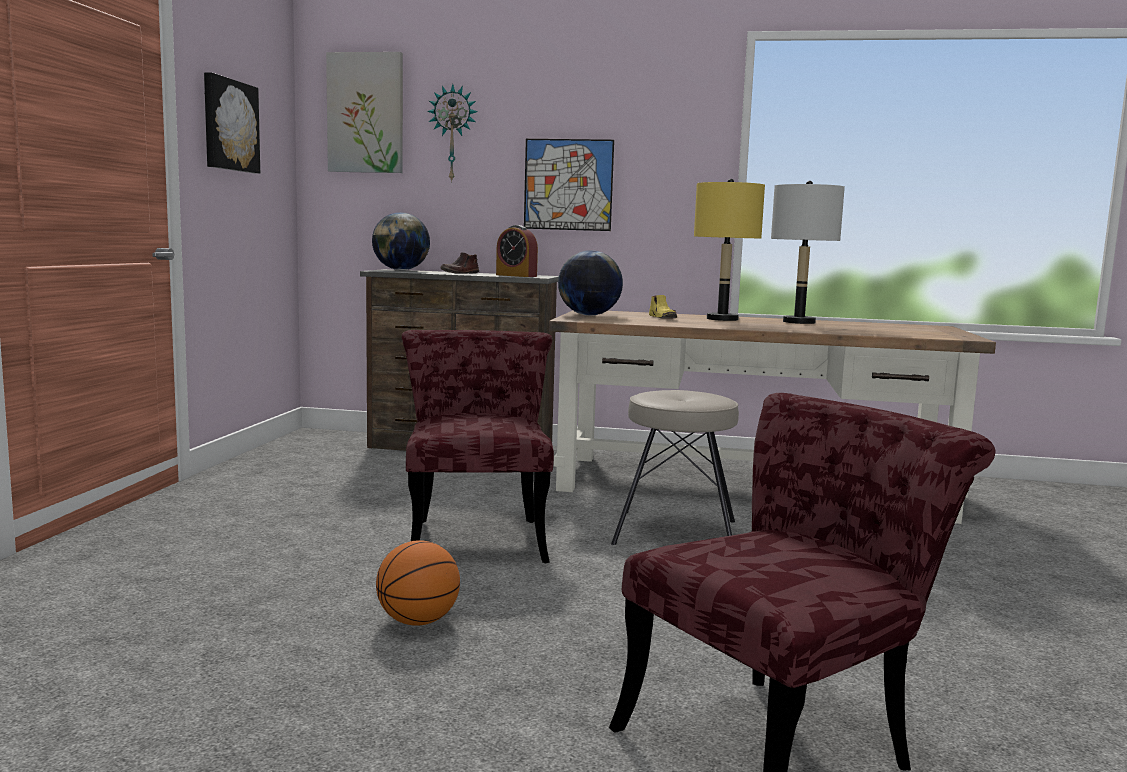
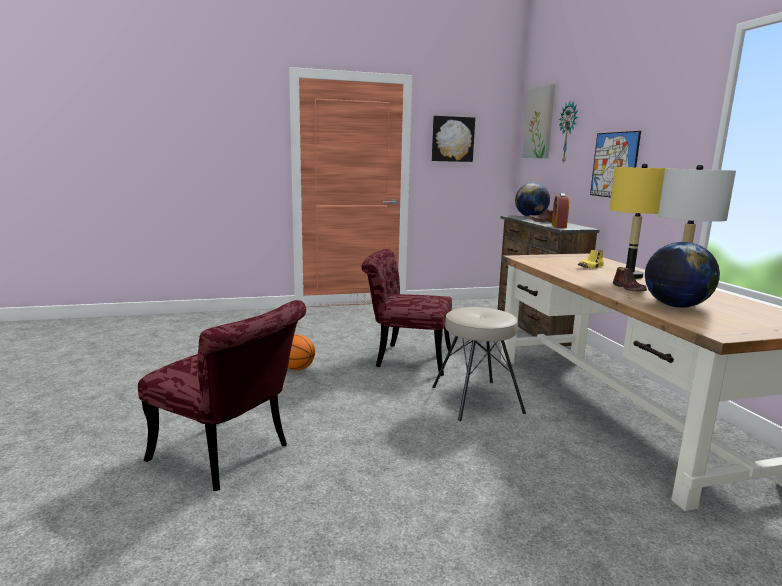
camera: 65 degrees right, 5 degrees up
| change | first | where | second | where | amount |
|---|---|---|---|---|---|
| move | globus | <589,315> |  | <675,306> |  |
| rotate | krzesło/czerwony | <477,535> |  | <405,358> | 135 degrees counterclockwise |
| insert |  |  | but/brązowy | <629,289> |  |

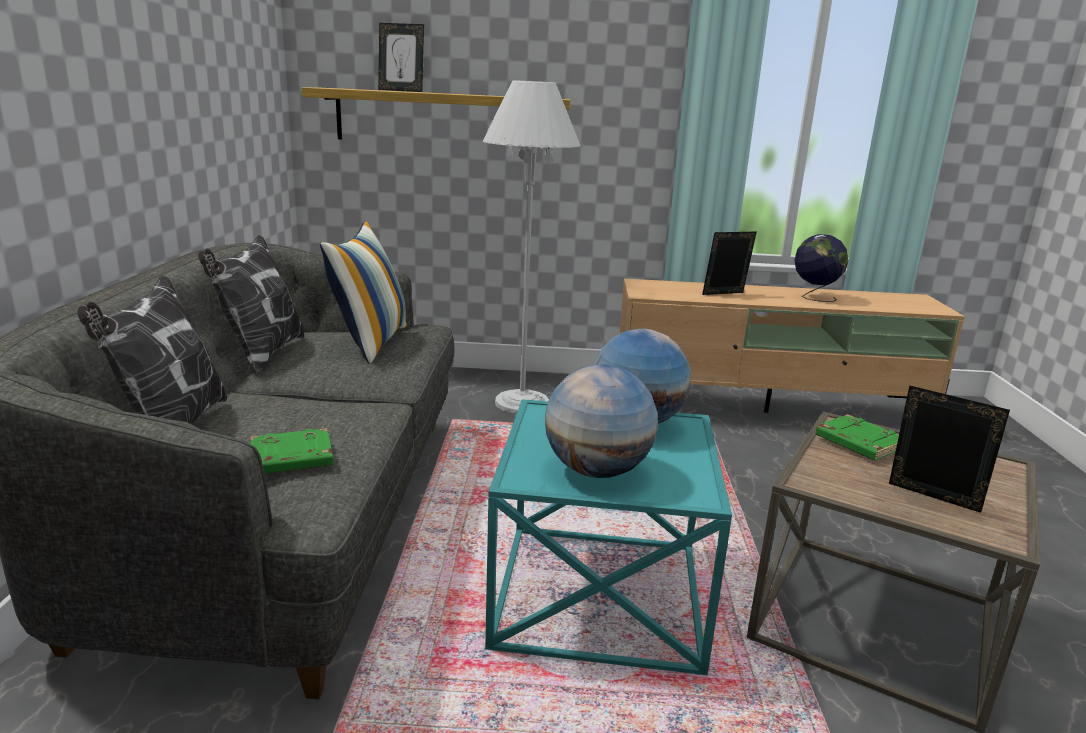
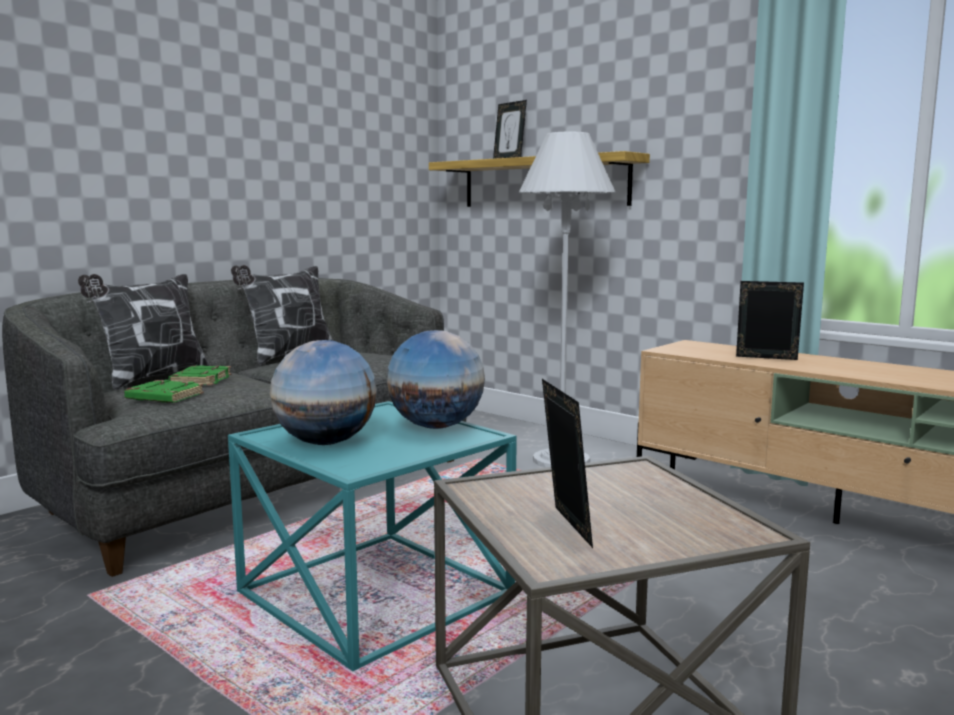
camera: 40 degrees right, 10 degrees down
| change | first | where | second | where | amount |
|---|---|---|---|---|---|
| delete | poduszka | <370,342> |  |  |  |
| delete | globus | <814,297> |  |  |  |
| move | książka/zielony | <857,443> |  | <200,380> |  |

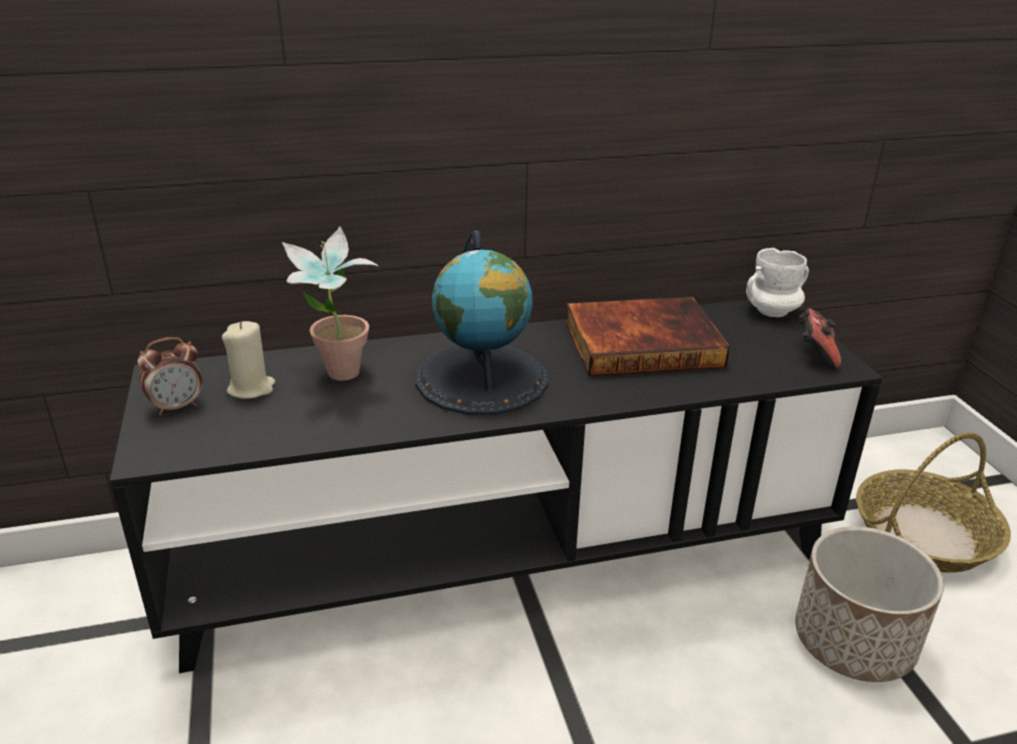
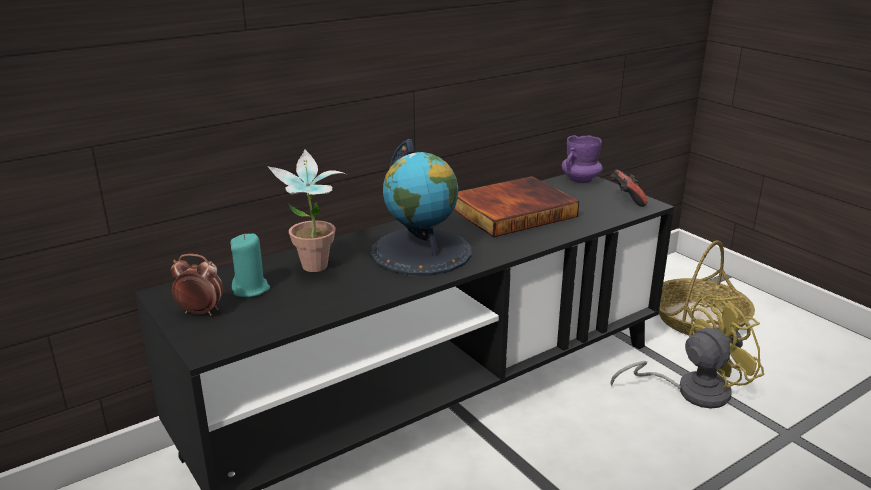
camera: 20 degrees left, 5 degrees down
| change | first | where | second | where | amount |
|---|---|---|---|---|---|
| recolor | kubek/biały | <772,311> | kubek/fioletowy | <580,179> |  |
| recolor | świeca/beżowy | <251,388> | świeca/turkusowy | <251,289> |  |
| rotate | budzik | <177,407> |  | <200,312> | 120 degrees counterclockwise |
| replace | donica | <852,641> | wentylator/żółty | <691,391> |  |

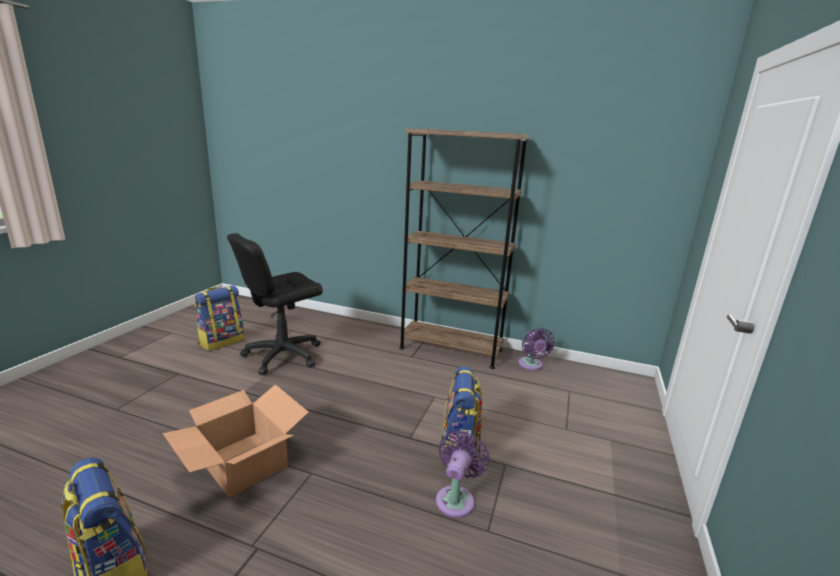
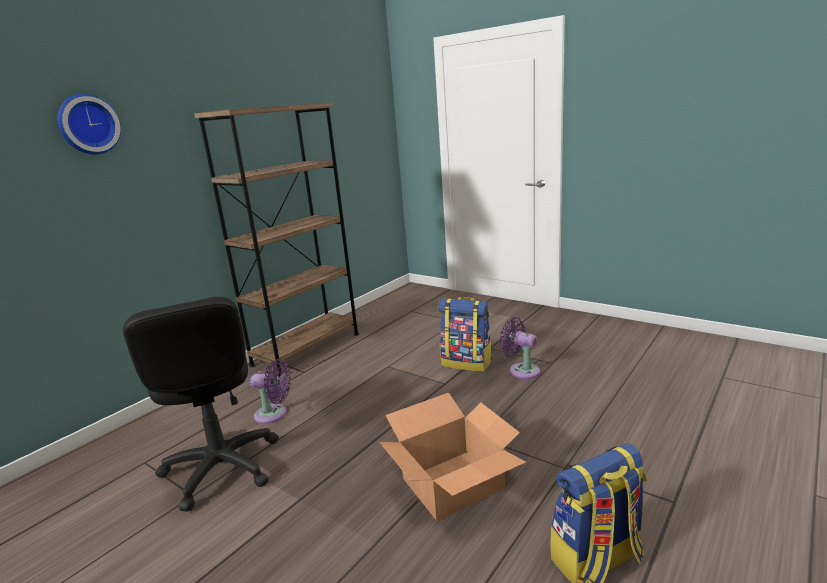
camera: 70 degrees left, 0 degrees up
| change | first | where | second | where | amount |
|---|---|---|---|---|---|
| delete | plecak | <222,341> |  |  |  |
| move | wentylator/fioletowy | <531,365> |  | <274,414> |  |
| insert |  |  | zegar ścienny | <88,124> |  |

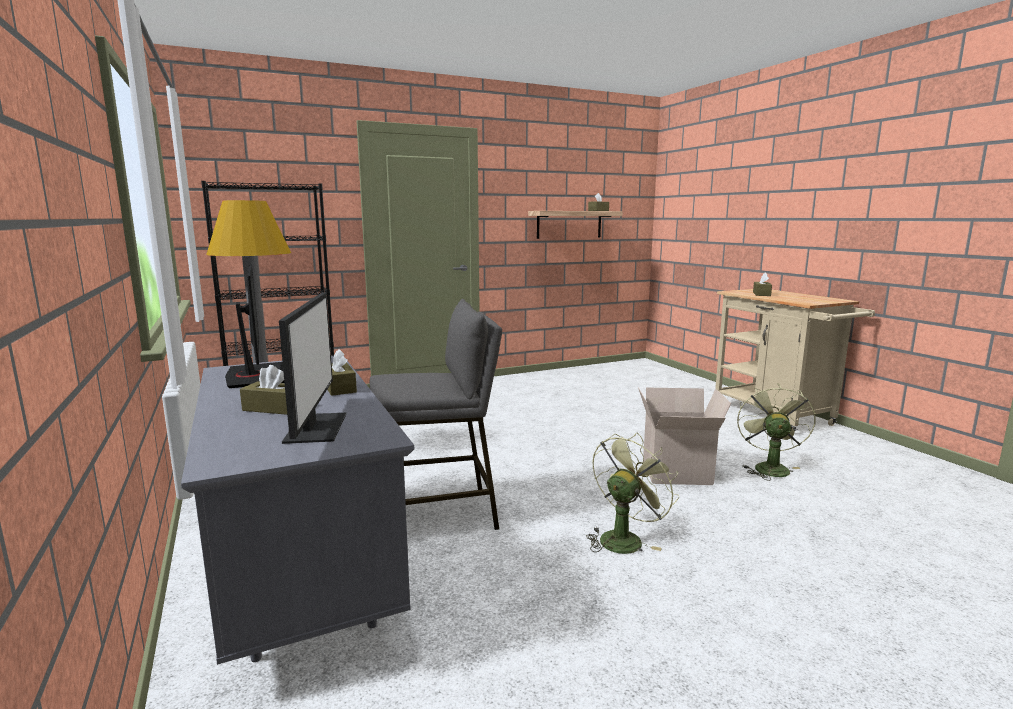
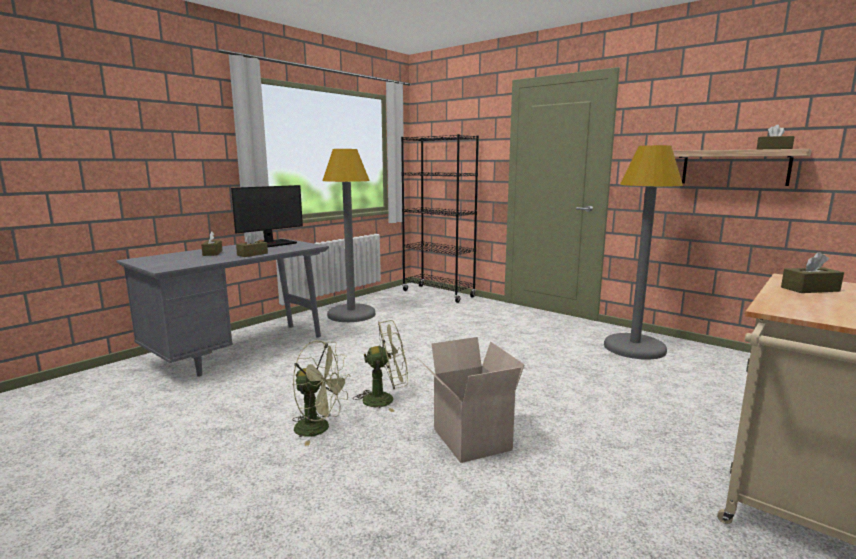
camera: 65 degrees right, 0 degrees up
| change | first | where | second | where | amount |
|---|---|---|---|---|---|
| delete | monitor | <314,427> |  |  |  |
| delete | stołek/szary | <437,514> |  |  |  |
| move | wentylator/zielony | <769,467> |  | <385,399> |  |
| insert |  |  | lampa stojąca/szary | <634,348> |  |

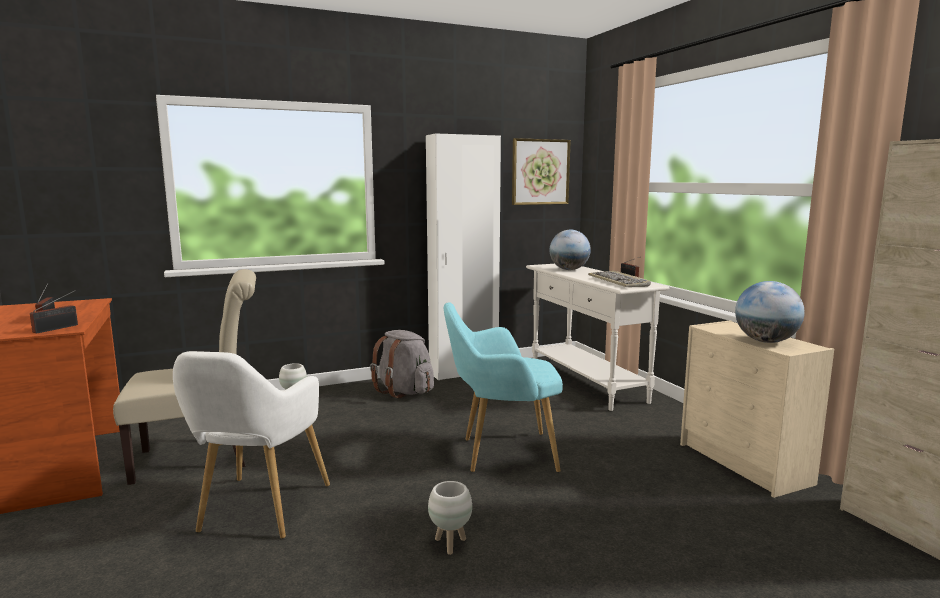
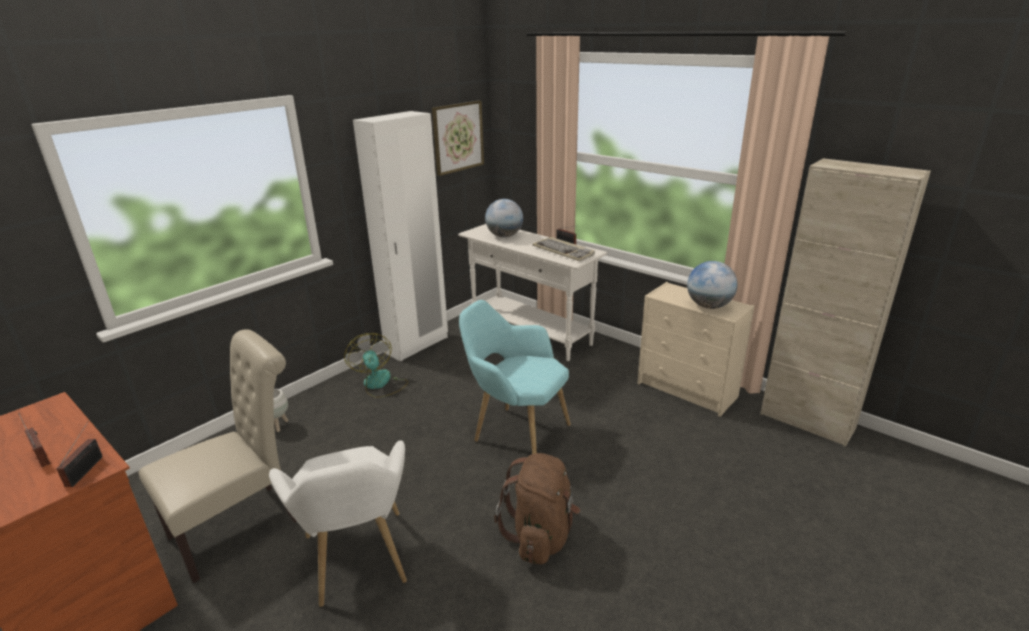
camera: 25 degrees left, 15 degrees up
| change | first | where | second | where | amount |
|---|---|---|---|---|---|
| rotate | fotel/turkusowy | <501,453> |  | <516,432> | 60 degrees clockwise |
| replace | plecak/szary | <404,392> | wentylator | <380,384> |  |
| replace | donica/biały | <450,544> | plecak/brązowy | <541,535> |  |

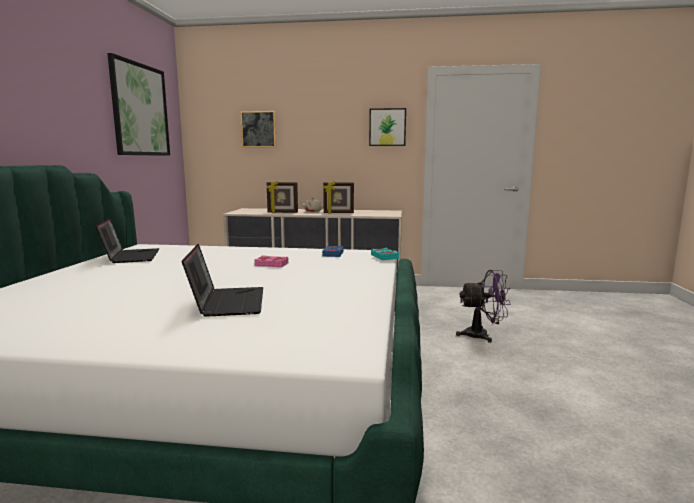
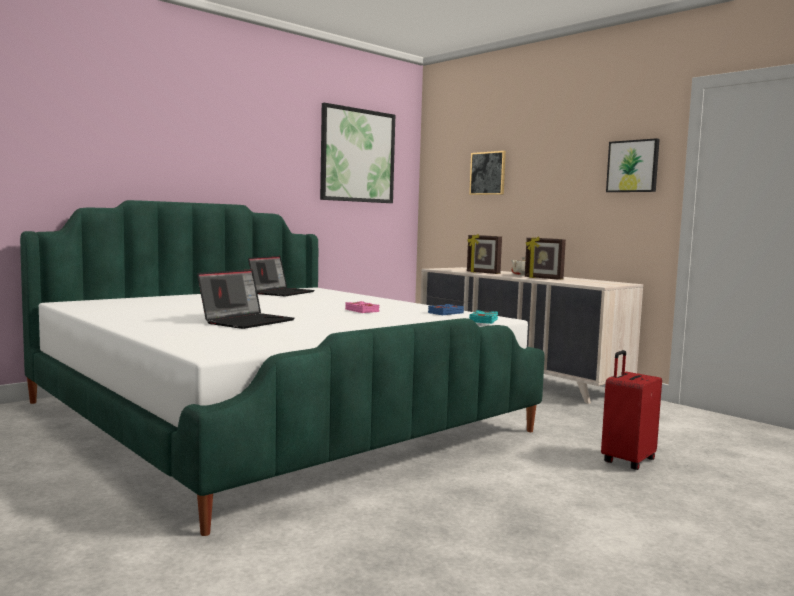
camera: 40 degrees right, 5 degrees down
| change | first | where | second | where | amount |
|---|---|---|---|---|---|
| replace | wentylator/fioletowy | <482,335> | walizka/czerwony | <627,461> |  |

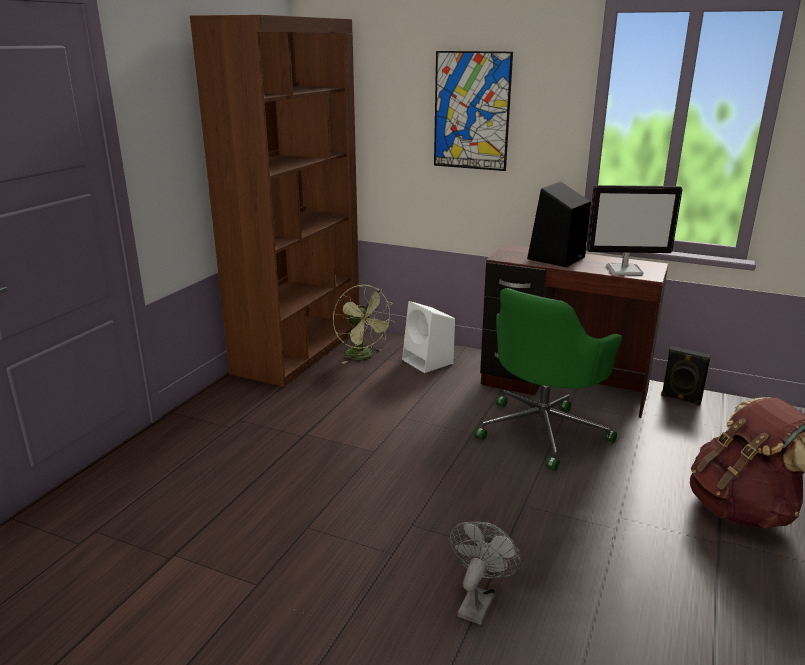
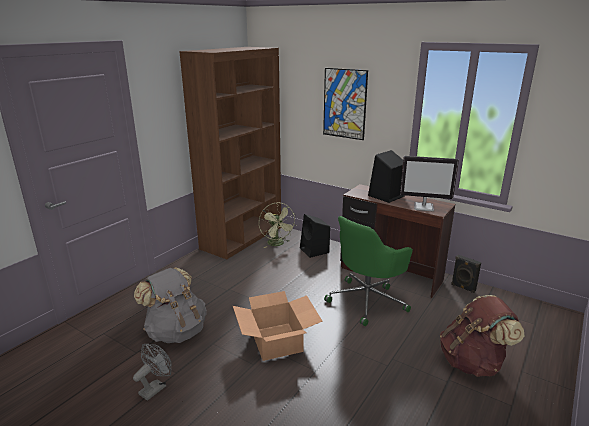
camera: 10 degrees right, 0 degrees up
| change | first | where | second | where | amount |
|---|---|---|---|---|---|
| recolor | głośnik/biały | <428,362> | głośnik/czarny | <315,250> |  |
| move | wentylator/szary | <478,601> |  | <156,387> |  |
| insert |  |  | plecak/szary | <176,331> |  |
| insert |  |  | karton | <277,341> |  |

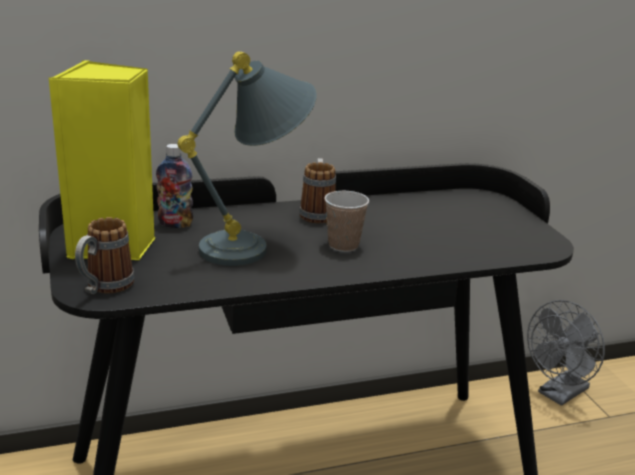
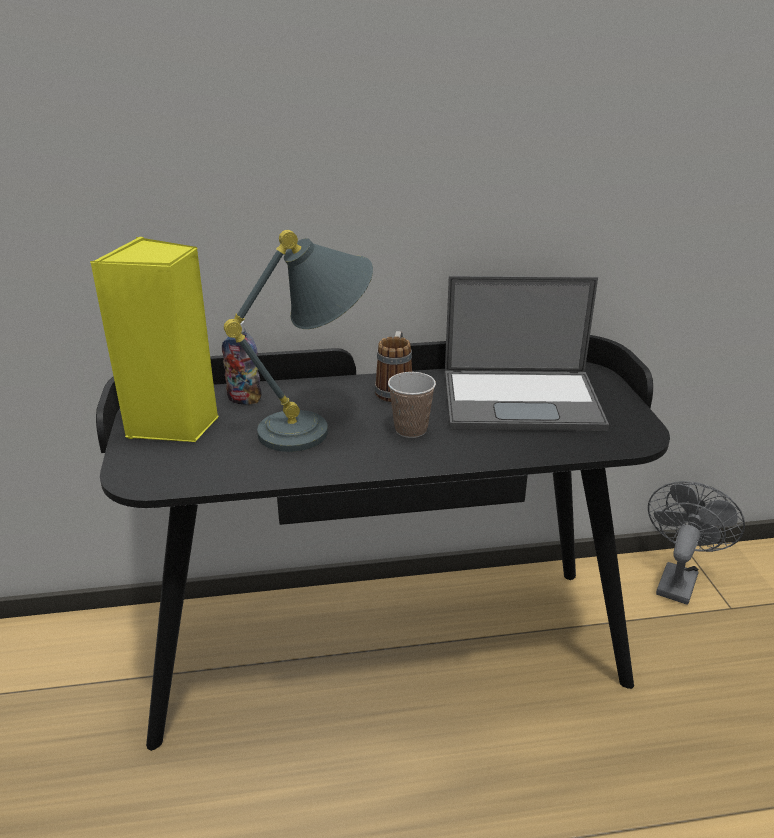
camera: 10 degrees right, 5 degrees up
| change | first | where | second | where | amount |
|---|---|---|---|---|---|
| delete | kubek | <104,288> |  |  |  |
| rotate | wentylator/szary | <558,394> |  | <677,579> | 150 degrees clockwise |
| insert |  |  | laptop | <523,400> |  |

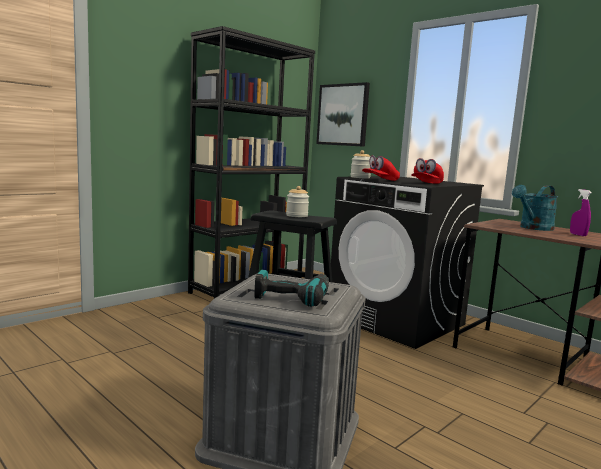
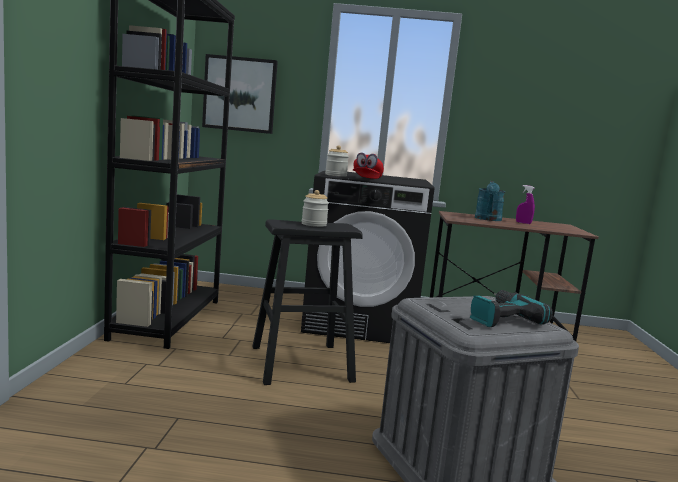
camera: 40 degrees left, 0 degrees up
| change | first | where | second | where | amount |
|---|---|---|---|---|---|
| delete | czapka z daszkiem/czerwony | <426,184> |  |  |  |

